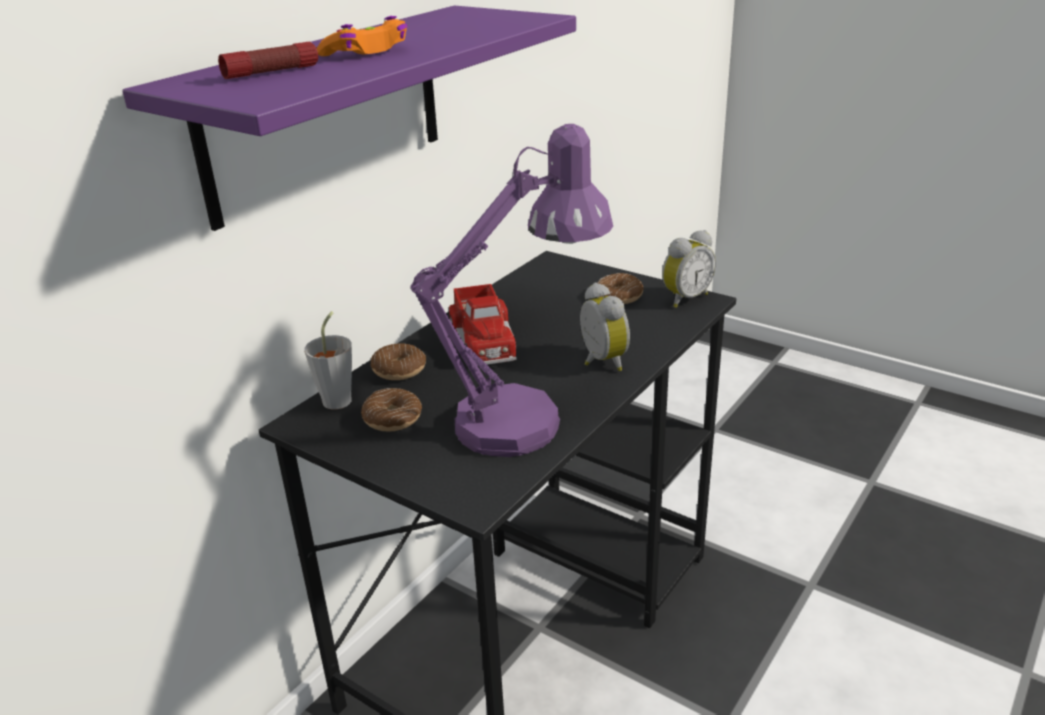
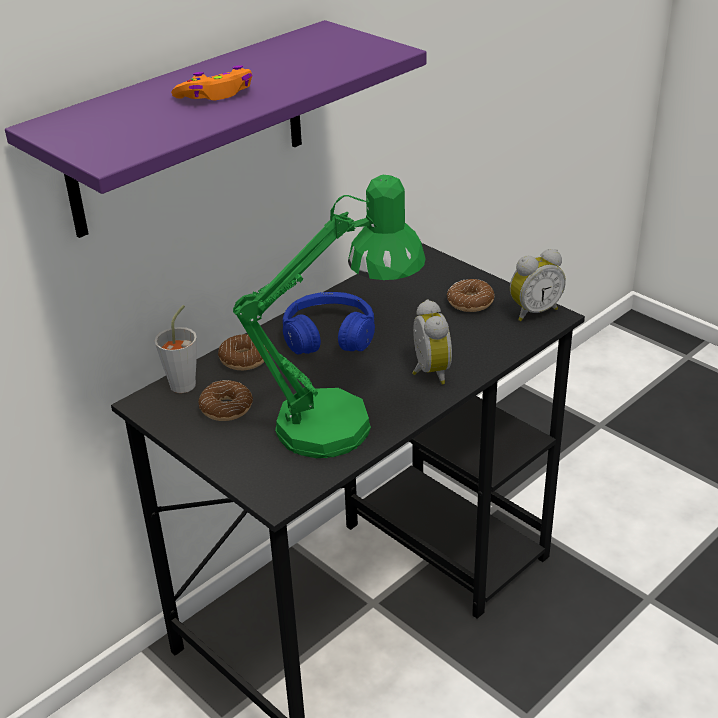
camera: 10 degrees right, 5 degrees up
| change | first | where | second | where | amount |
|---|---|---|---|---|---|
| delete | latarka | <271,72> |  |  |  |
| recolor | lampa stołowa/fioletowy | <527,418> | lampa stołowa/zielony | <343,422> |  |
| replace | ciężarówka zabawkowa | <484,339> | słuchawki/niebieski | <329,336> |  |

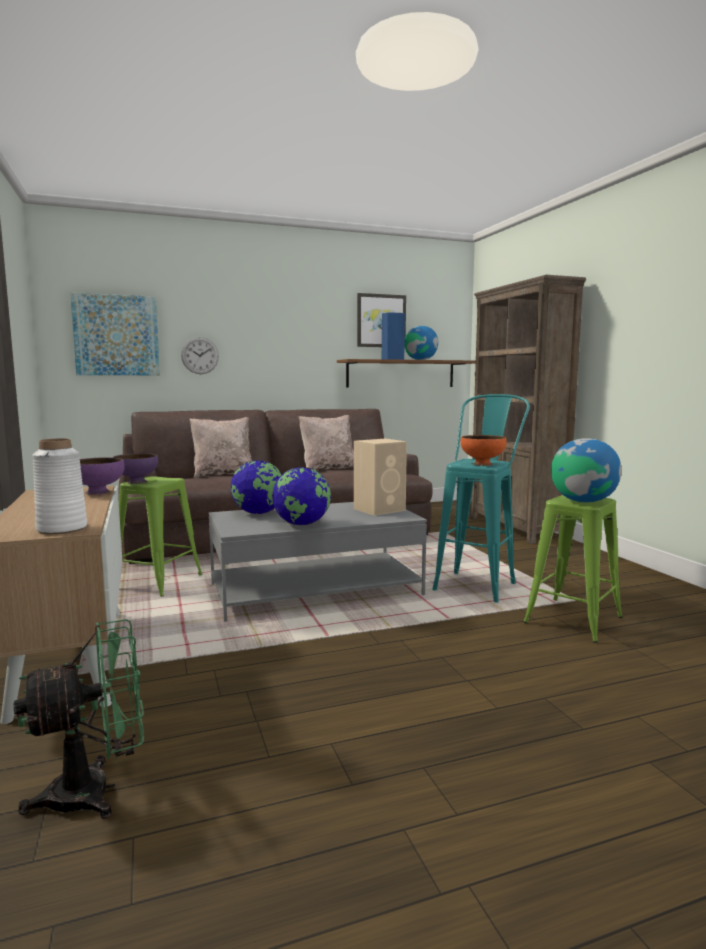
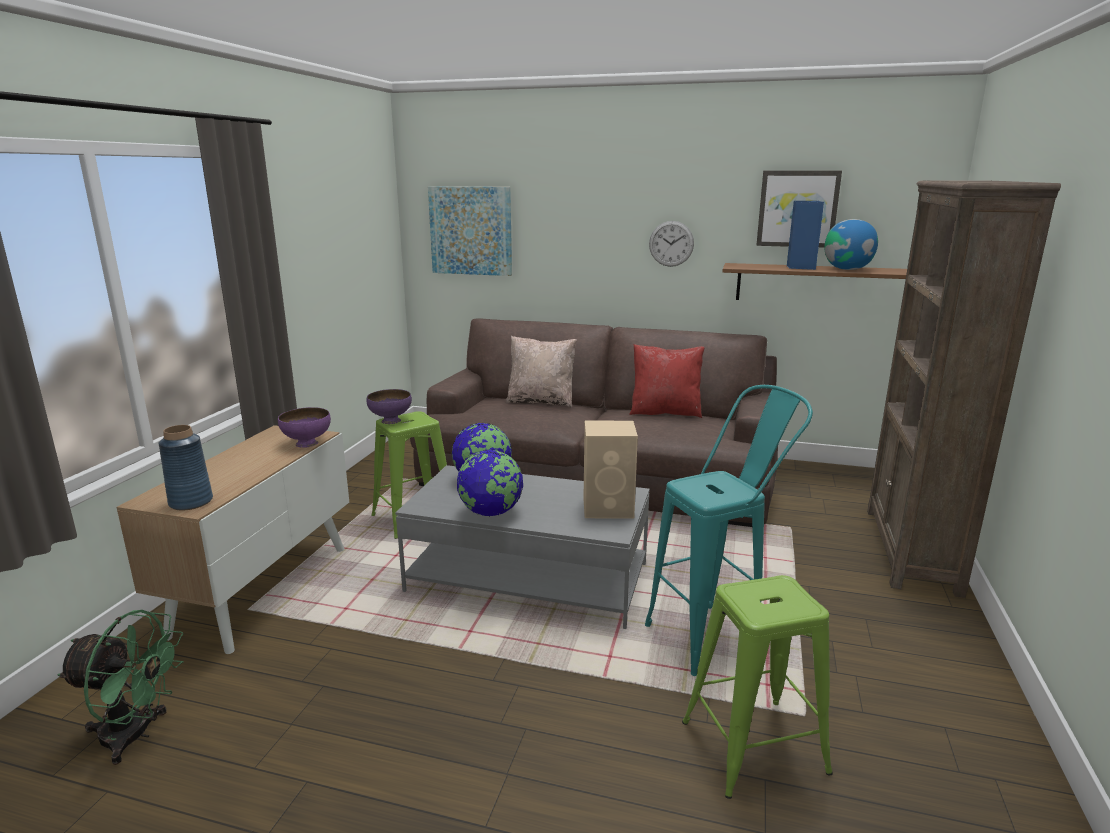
camera: 35 degrees right, 10 degrees up
| change | first | where | second | where | amount |
|---|---|---|---|---|---|
| move | zegar ścienny | <200,355> |  | <671,243> |  |
| recolor | poduszka/beżowy | <328,469> | poduszka/czerwony | <665,412> |  |
| delete | miska/pomarańczowy | <482,464> |  |  |  |
| recolor | wazon/biały | <62,528> | wazon/niebieski | <191,502> |  |
| delete | globus | <583,501> |  |  |  |

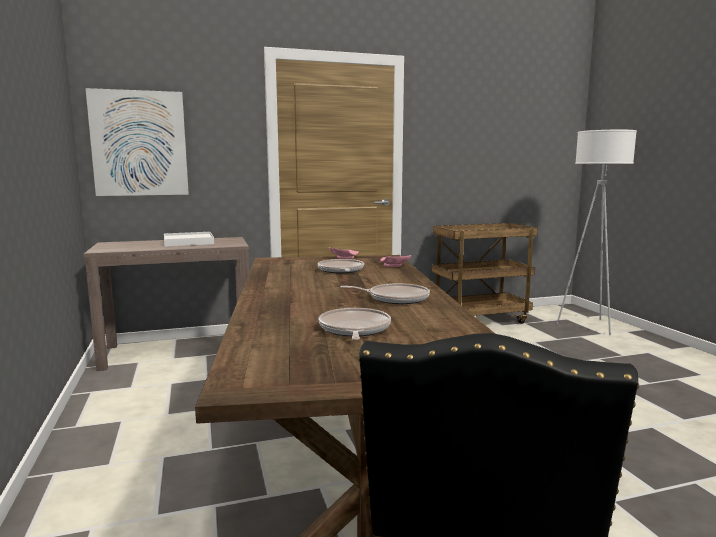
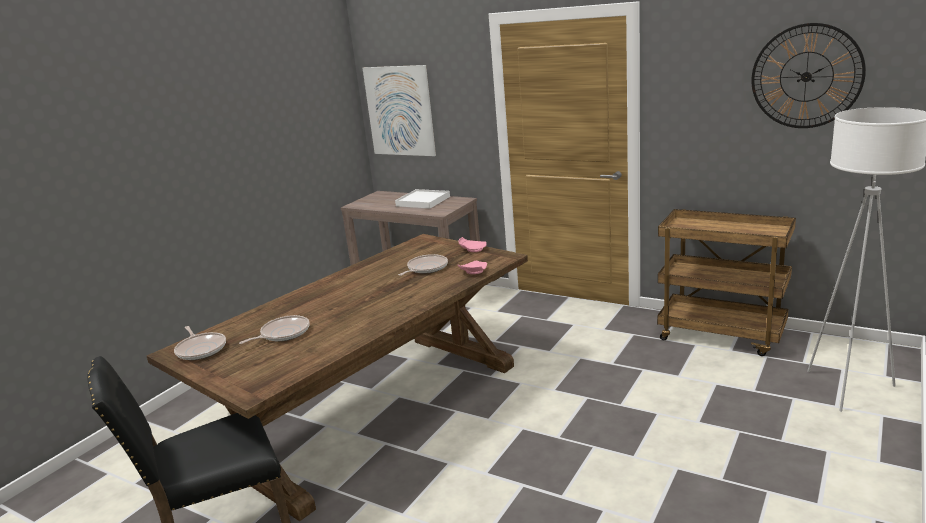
camera: 50 degrees right, 10 degrees up
| change | first | where | second | where | amount |
|---|---|---|---|---|---|
| move | patelnia | <395,298> |  | <201,349> |  |
| insert |  |  | zegar ścienny | <806,76> |  |

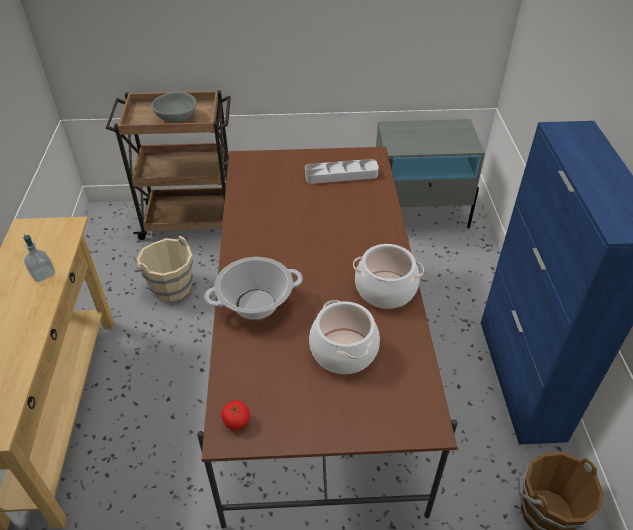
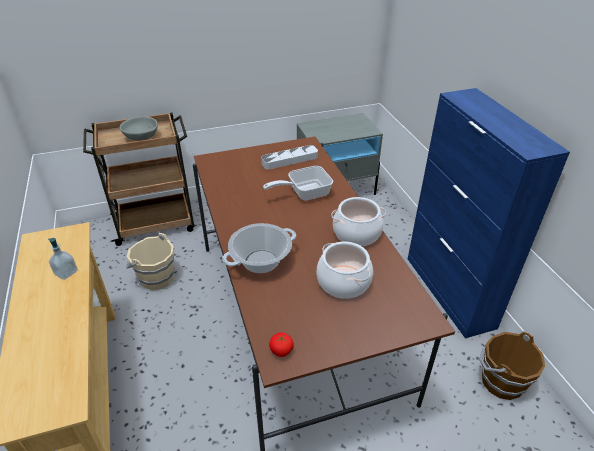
camera: 15 degrees left, 5 degrees down
| change | first | where | second | where | amount |
|---|---|---|---|---|---|
| insert |  |  | patelnia | <304,193> |  |

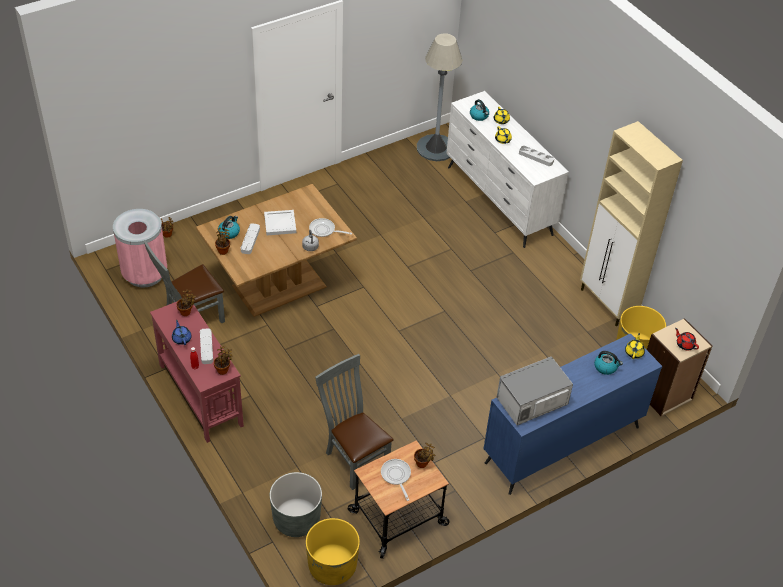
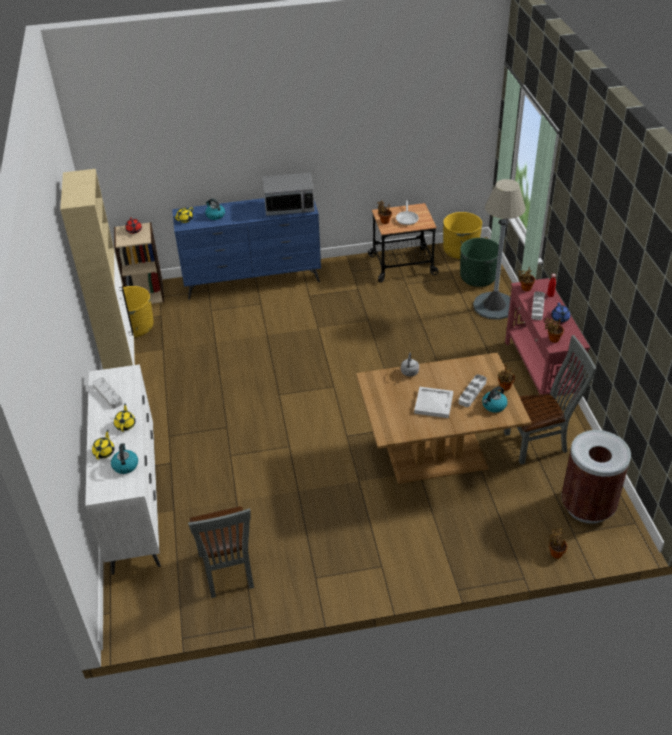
camera: 155 degrees left, 5 degrees down
| change | first | where | second | where | amount |
|---|---|---|---|---|---|
| move | lampa stojąca/szary | <435,148> |  | <494,306> |  |
| recolor | kosz na śmieci/różowy | <145,274> | kosz na śmieci/brązowy | <587,506> |  |
| delete | patelnia | <324,230> |  |  |  |
| move | krzesło/szary | <354,458> |  | <228,573> |  |
| recolor | donica/szary | <296,519> | donica/zielony | <478,278> |  |

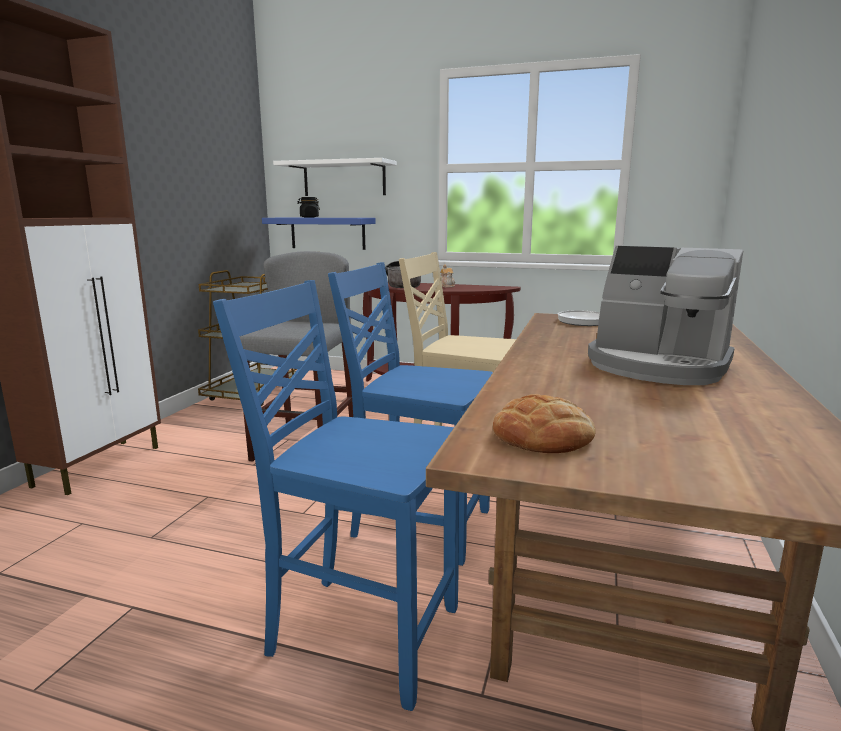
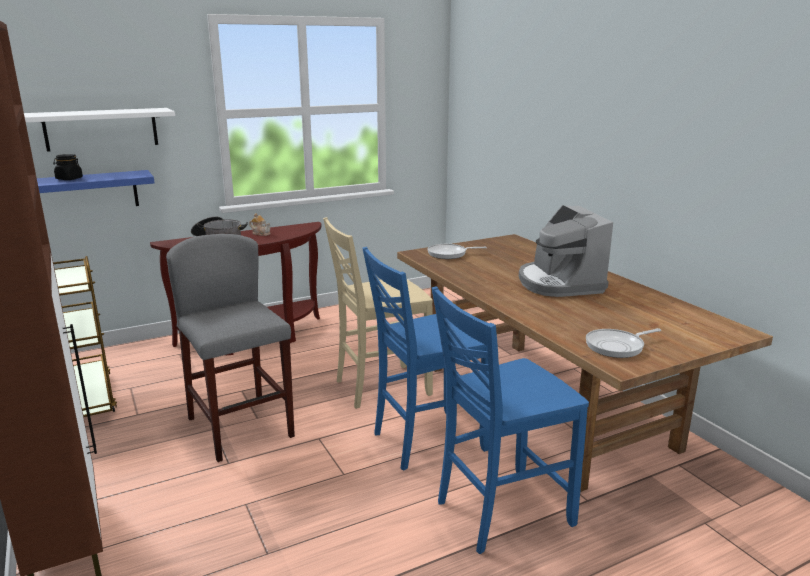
camera: 45 degrees left, 5 degrees up
| change | first | where | second | where | amount |
|---|---|---|---|---|---|
| rotate | ekspres do kawy | <657,366> |  | <559,283> | 90 degrees clockwise |
| replace | chleb | <543,436> | patelnia | <617,346> |  |

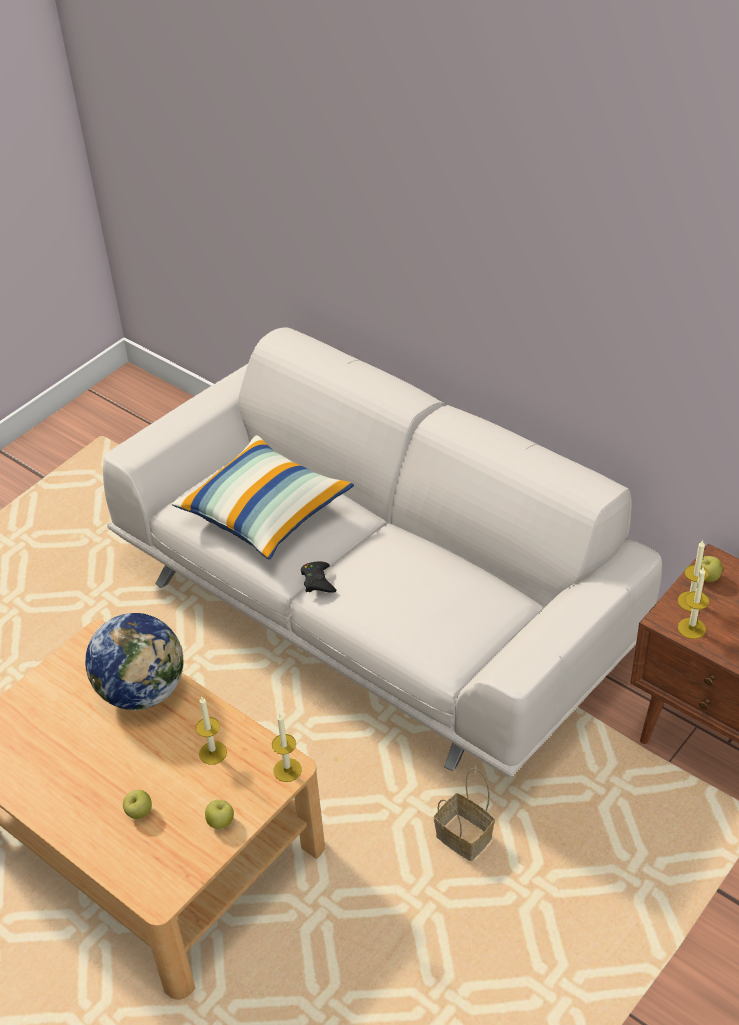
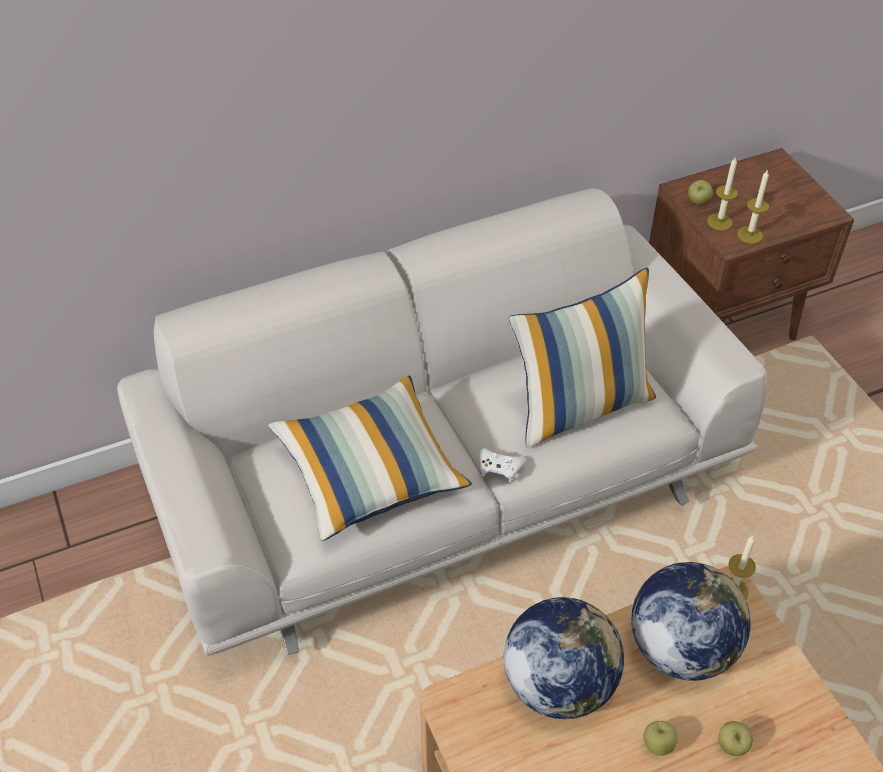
camera: 65 degrees left, 5 degrees up
| change | first | where | second | where | amount |
|---|---|---|---|---|---|
| recolor | pad do gier/czarny | <318,581> | pad do gier/biały | <500,467> |  |
| replace | świeca | <213,753> | globus | <680,647> |  |
| delete | koszyk | <461,838> |  |  |  |
| move | jabłko | <220,822> |  | <658,744> |  |
| insert |  |  | poduszka | <580,405> |  |

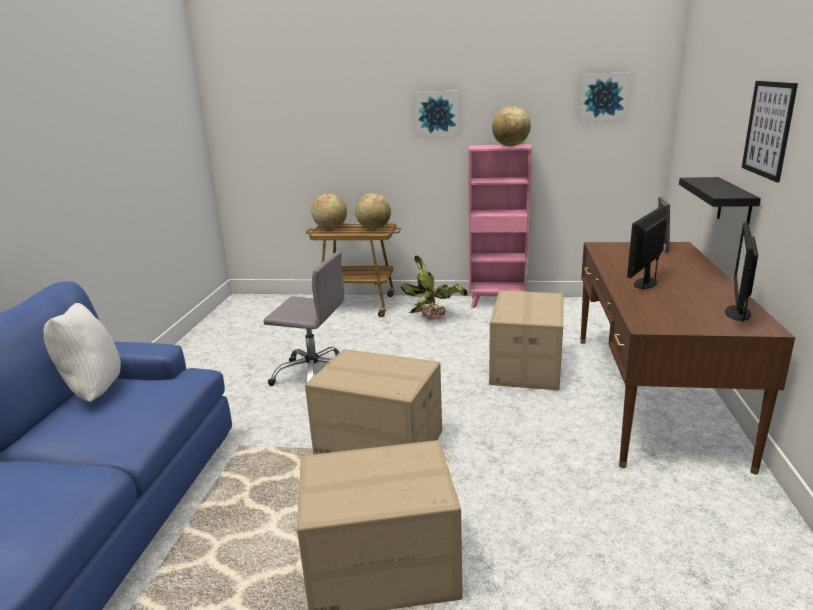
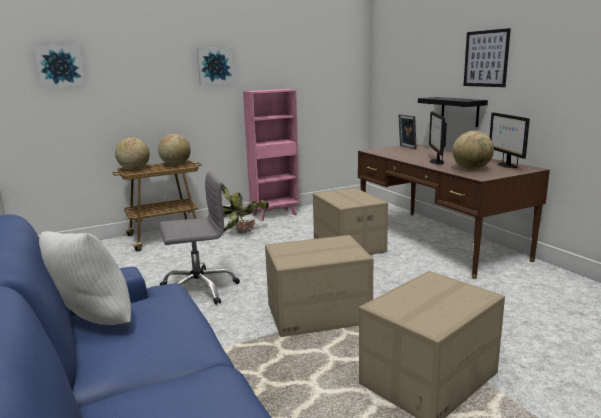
camera: 35 degrees left, 5 degrees down
| change | first | where | second | where | amount |
|---|---|---|---|---|---|
| move | obraz | <603,97> |  | <60,66> |  |
| move | globus | <511,146> |  | <471,169> |  |

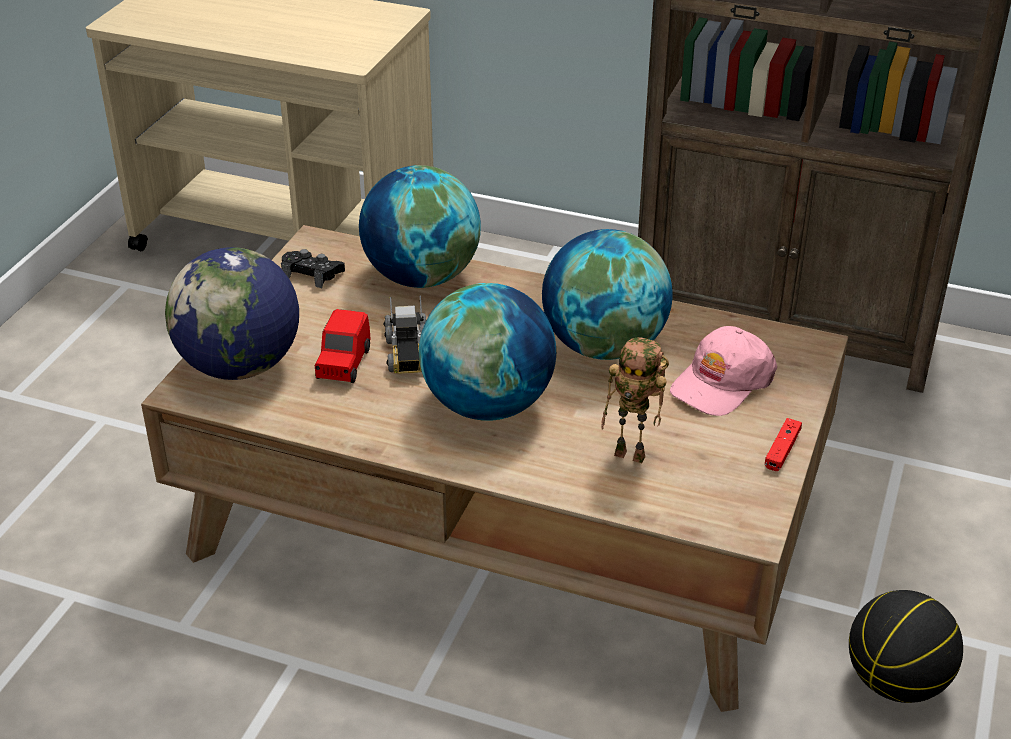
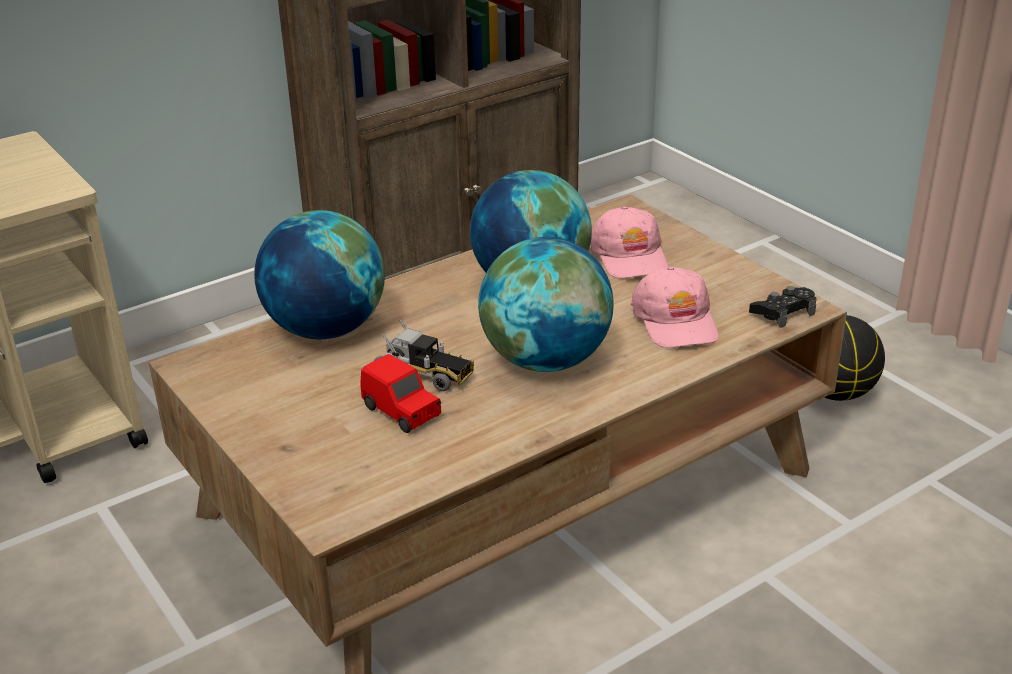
camera: 55 degrees left, 5 degrees down
| change | first | where | second | where | amount |
|---|---|---|---|---|---|
| delete | globus | <240,366> |  |  |  |
| move | pad do gier/czarny | <312,274> |  | <783,312> |  |
| replace | robot zabawkowy | <633,454> | czapka z daszkiem/różowy | <676,320> |  |
| delete | pad do gier/czerwony | <782,450> |  |  |  |

